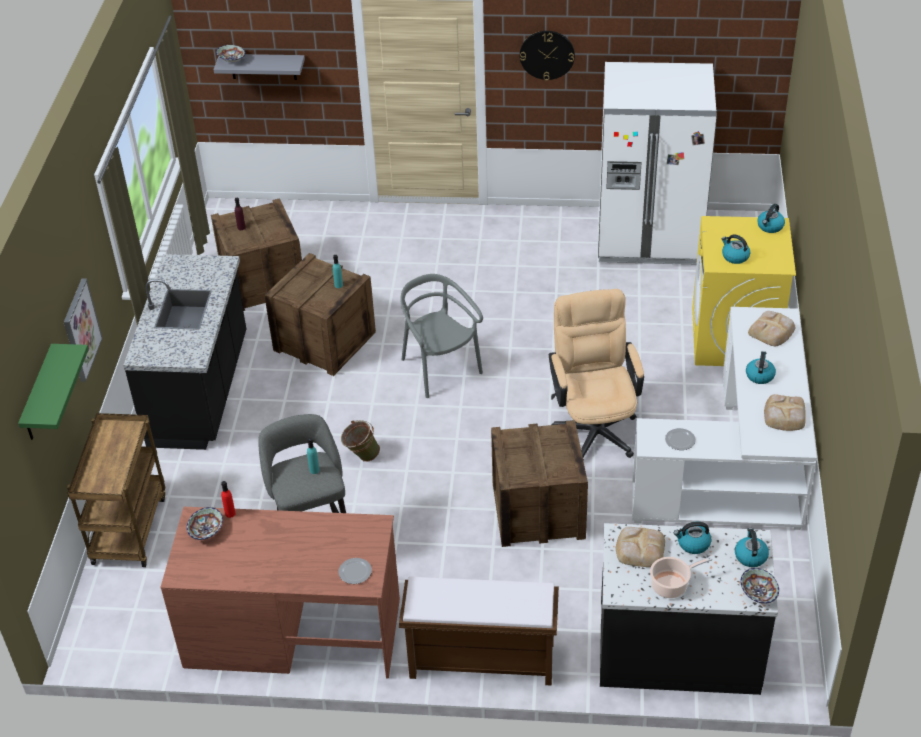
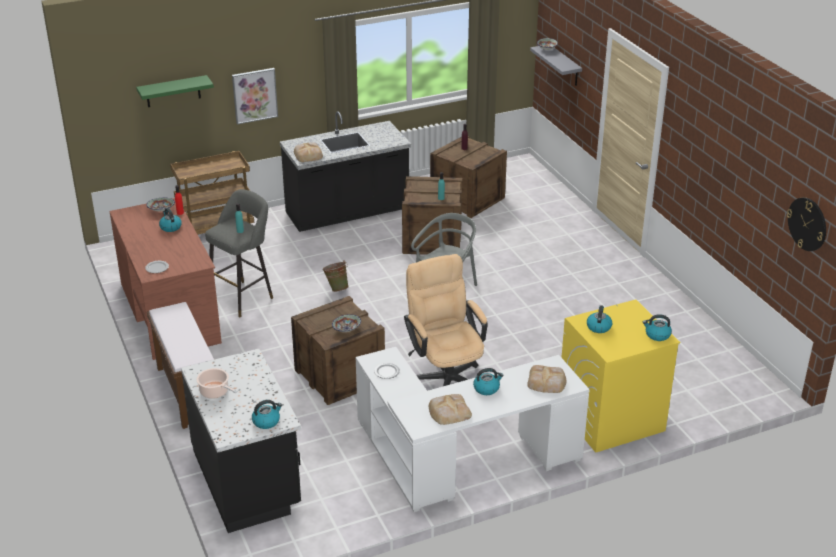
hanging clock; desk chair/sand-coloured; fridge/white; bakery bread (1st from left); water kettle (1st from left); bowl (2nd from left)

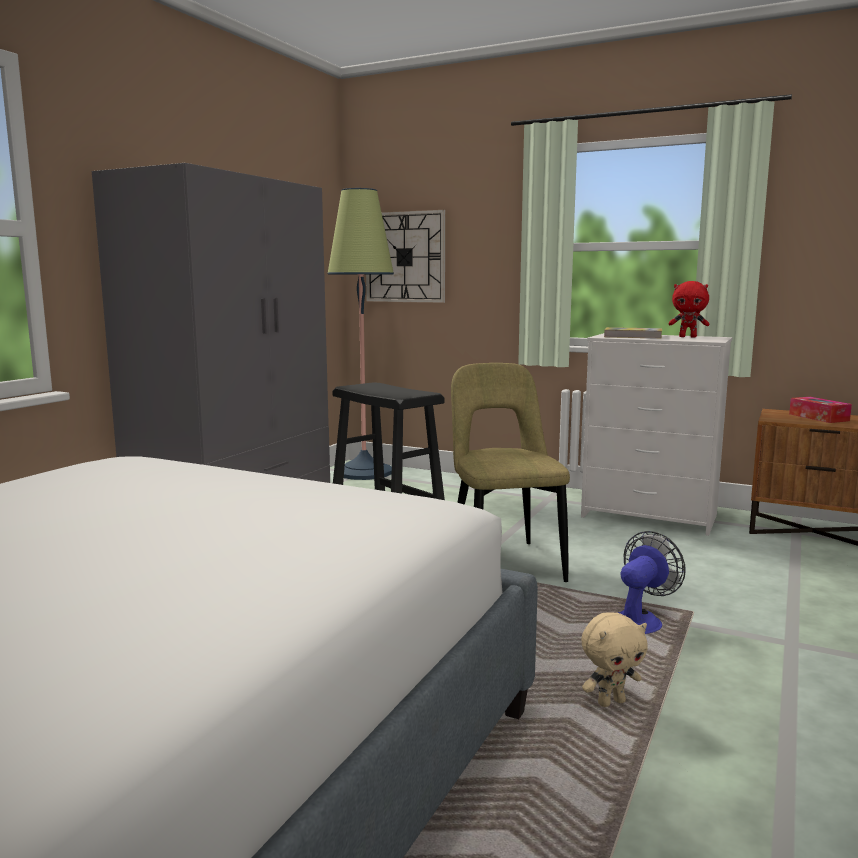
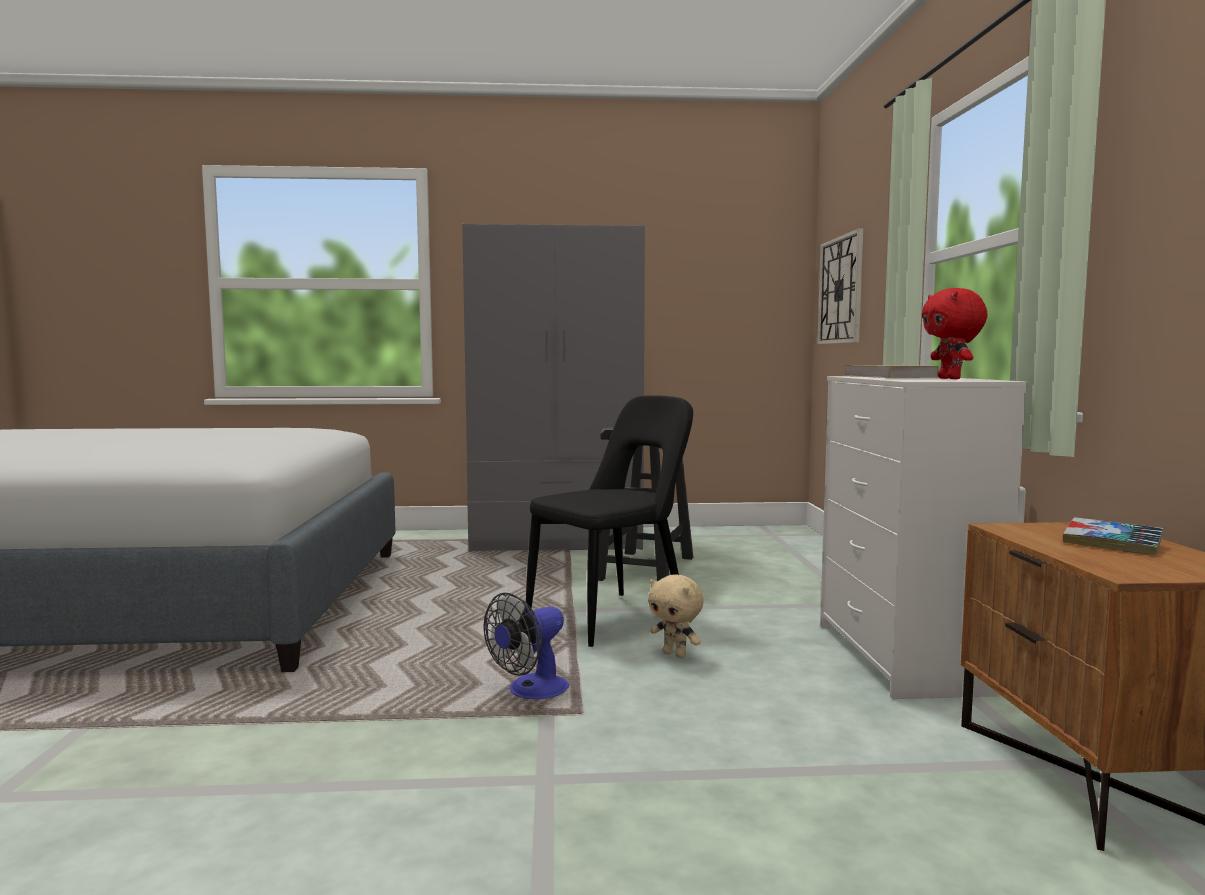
floor lamp; upright chair/blackish; cuddly toy/sand-coloured; cooling fan; bound book (2nd from left)

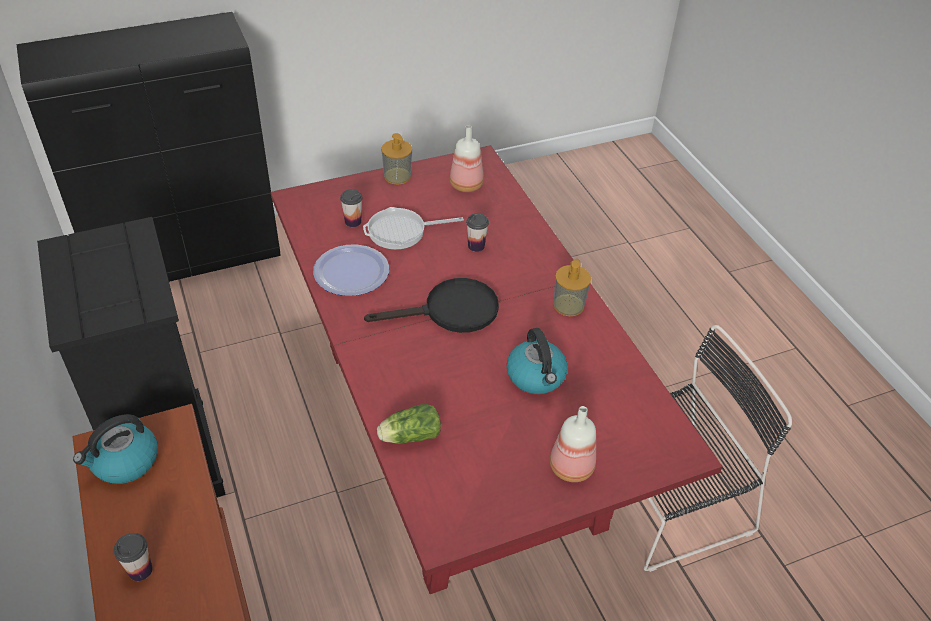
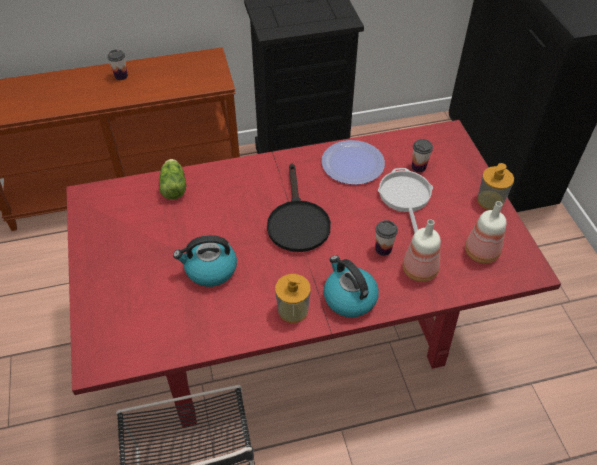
water kettle (2nd from left); bottle (1st from left)

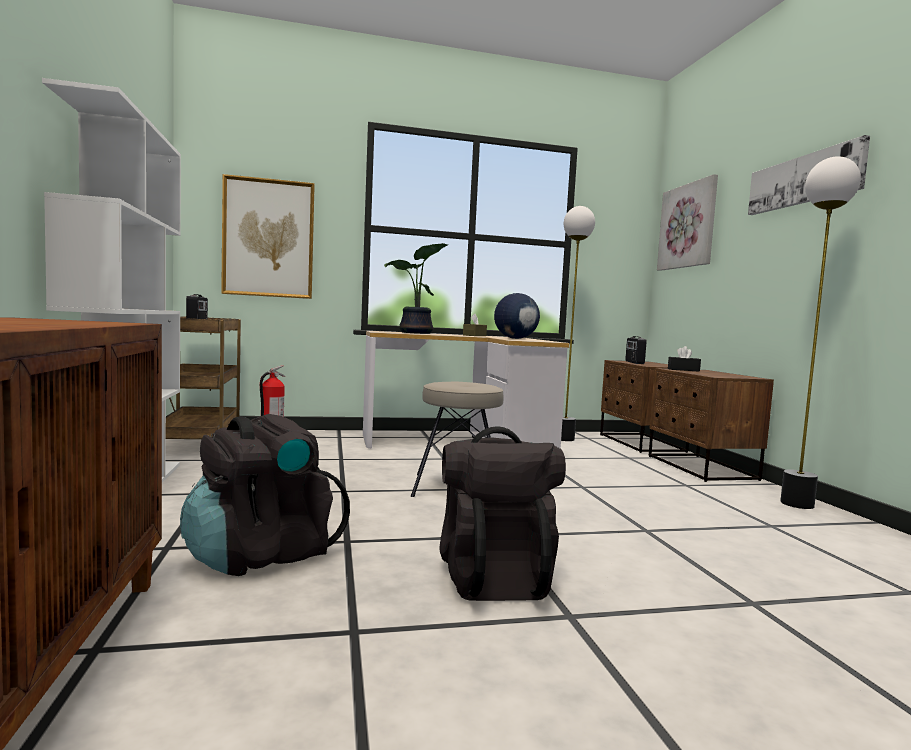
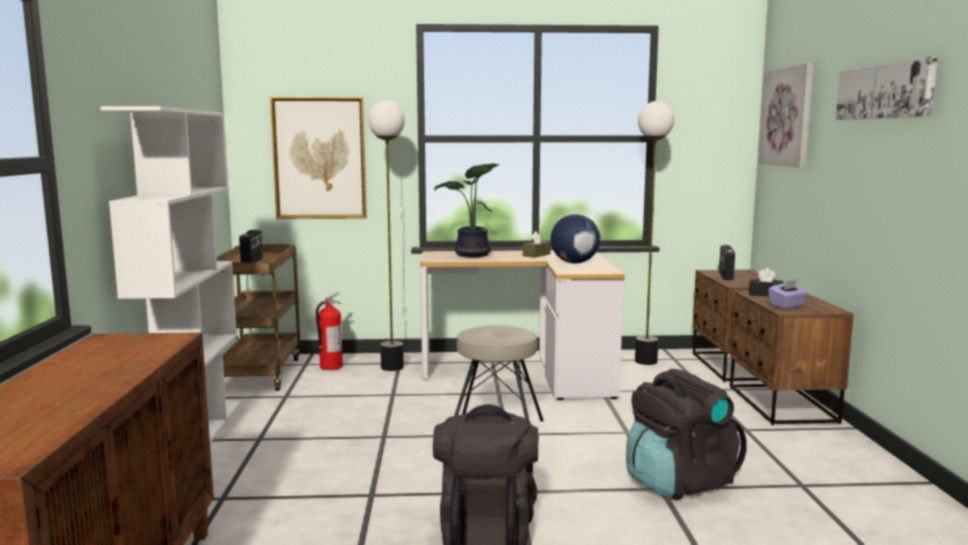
knapsack/blackish (2nd from left); floor lamp (1st from left); box of tissues/purple-coloured

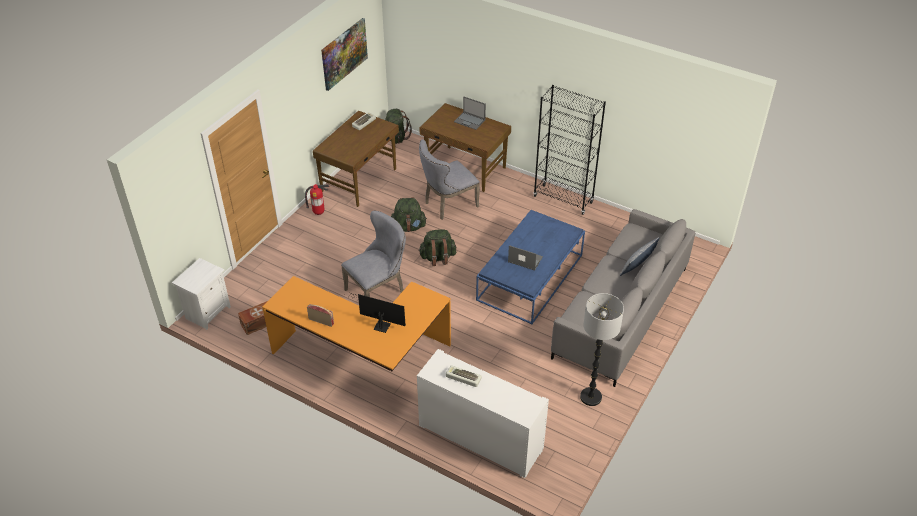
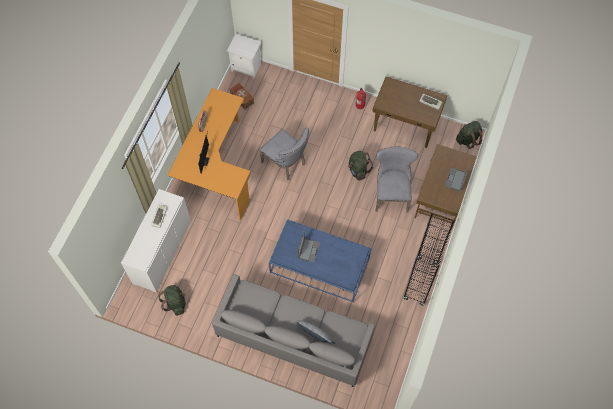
wall picture; knapsack/green-coloured (1st from left); upright chair/gray (2nd from left); floor lamp

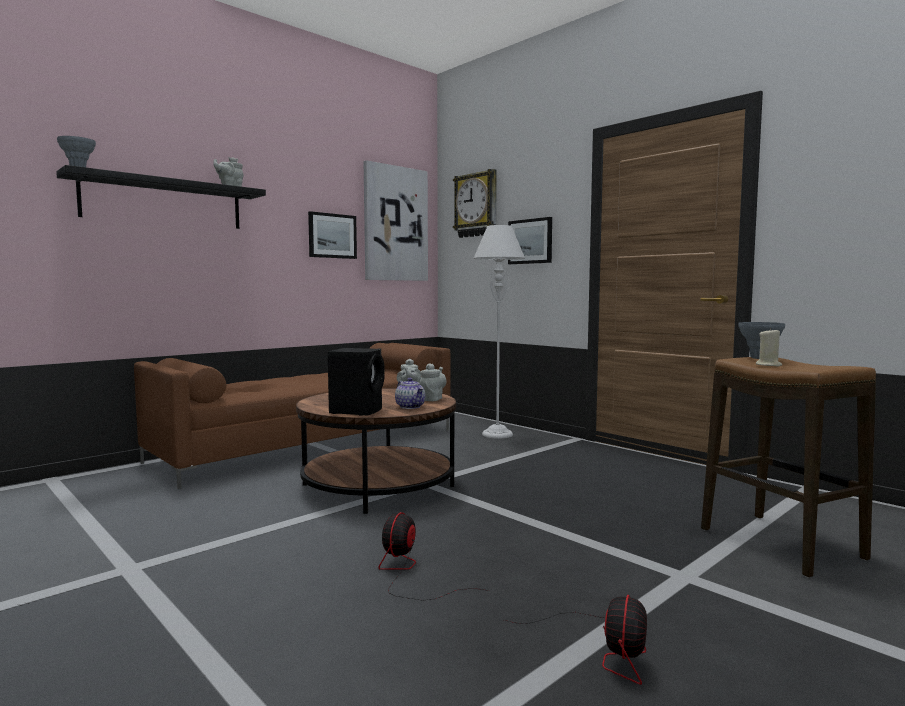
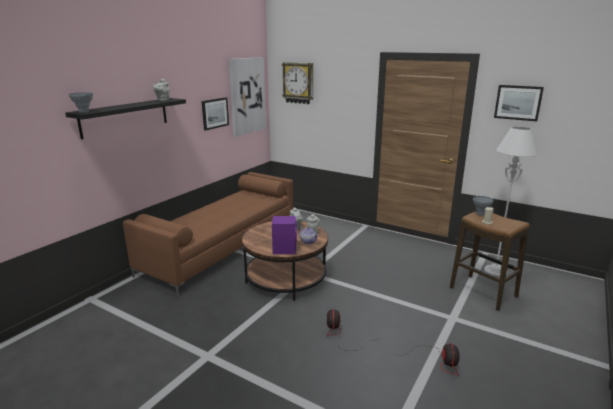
speaker/purple-coloured; floor lamp/gray; wall picture (3rd from left)

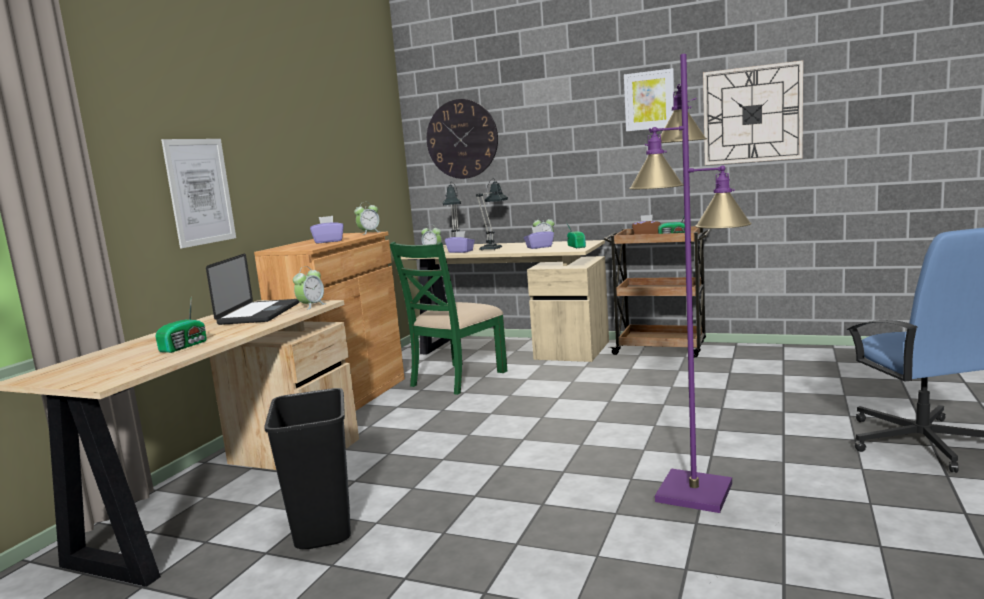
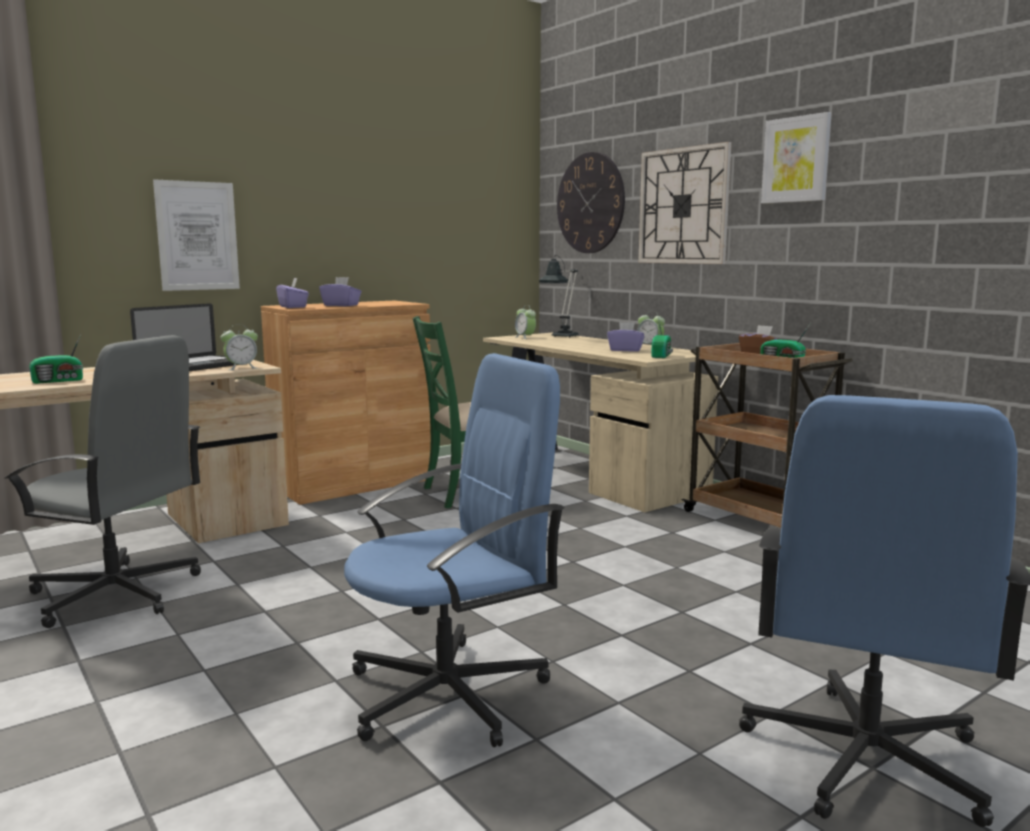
desk chair/gray; alarm clock (2nd from left in the first image); box of tissues/purple-coloured (1st from left); table lamp (2nd from left in the first image); desk chair/blue (1st from left); hanging clock (2nd from left)

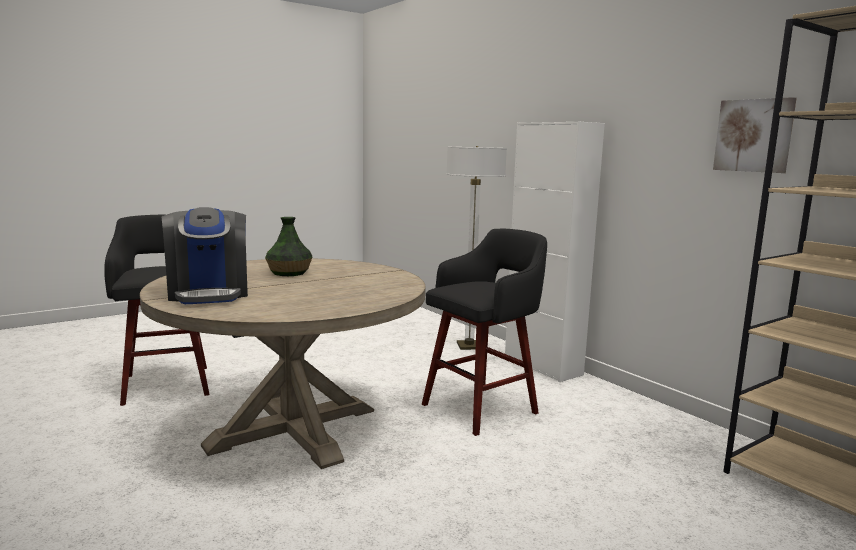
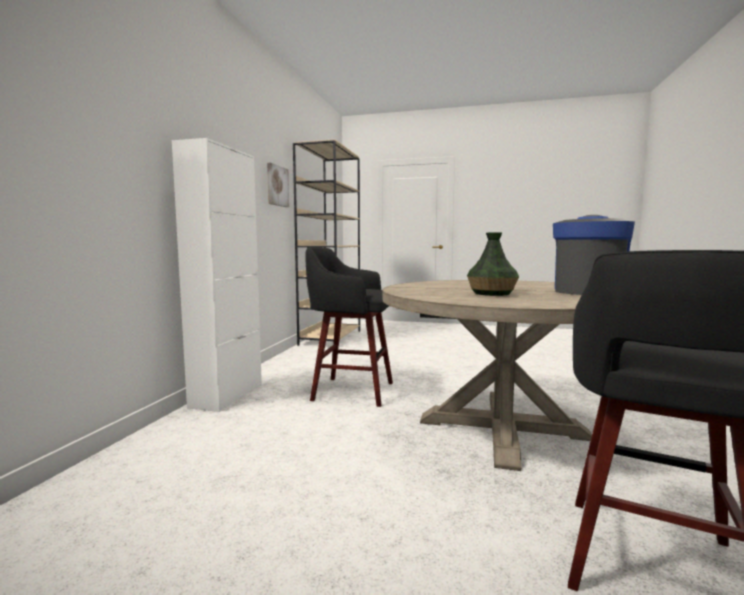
floor lamp

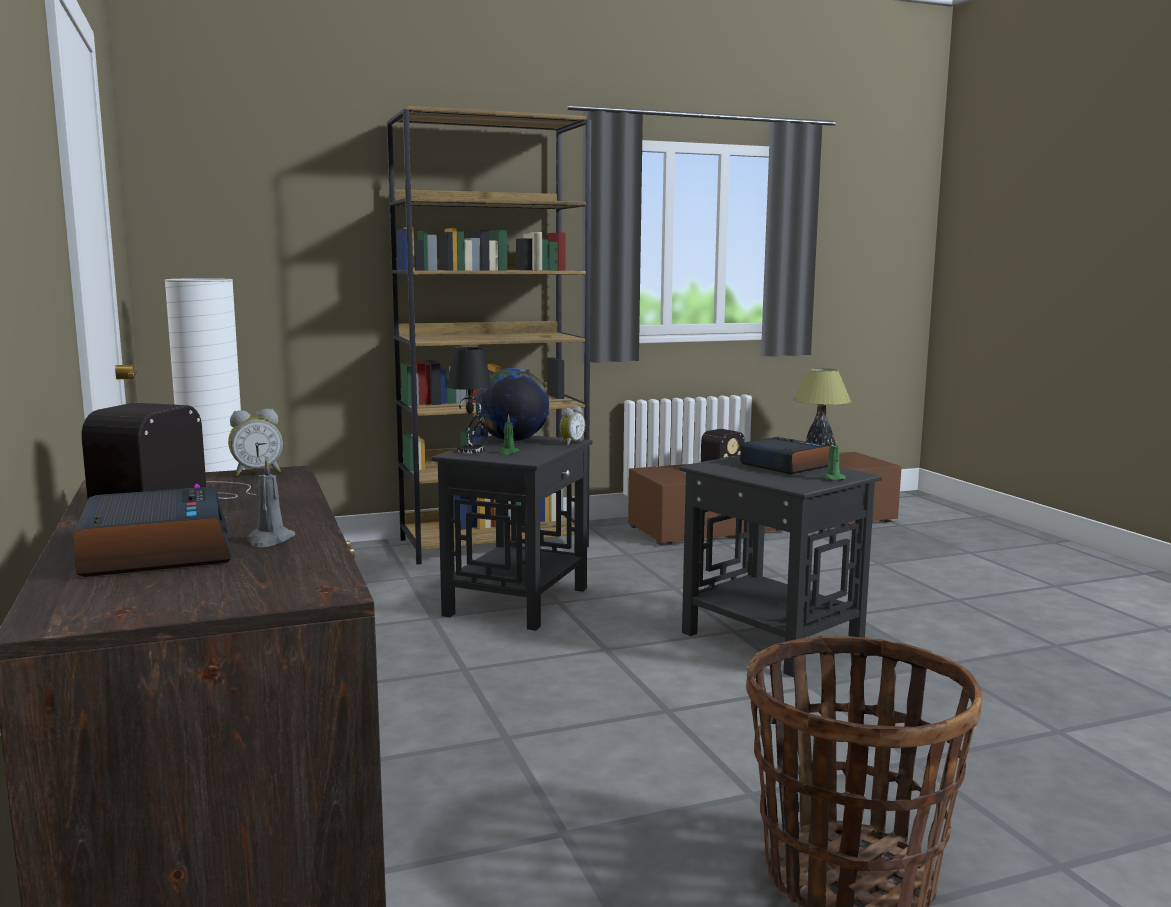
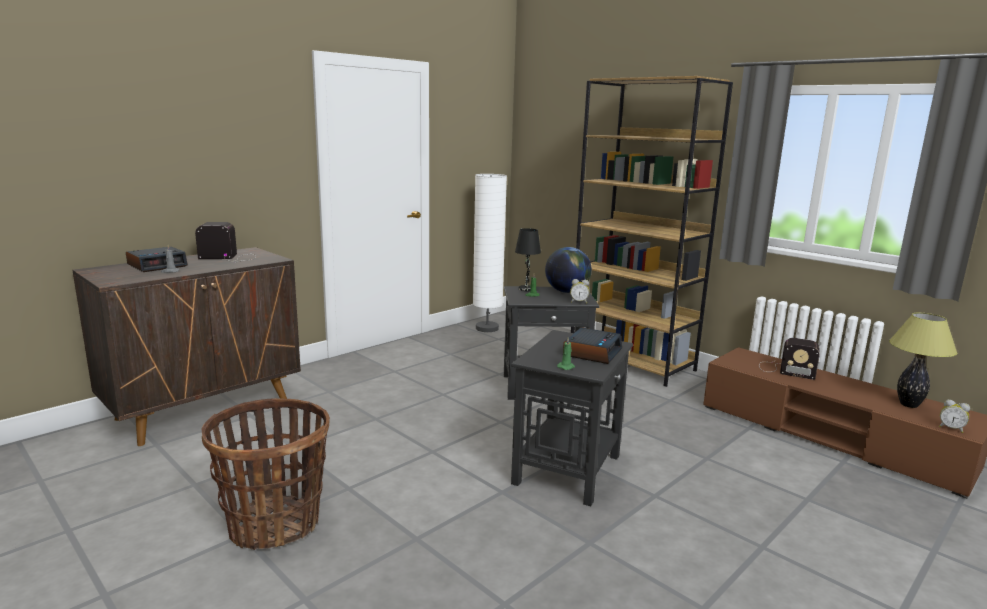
alarm clock (4th from left)

